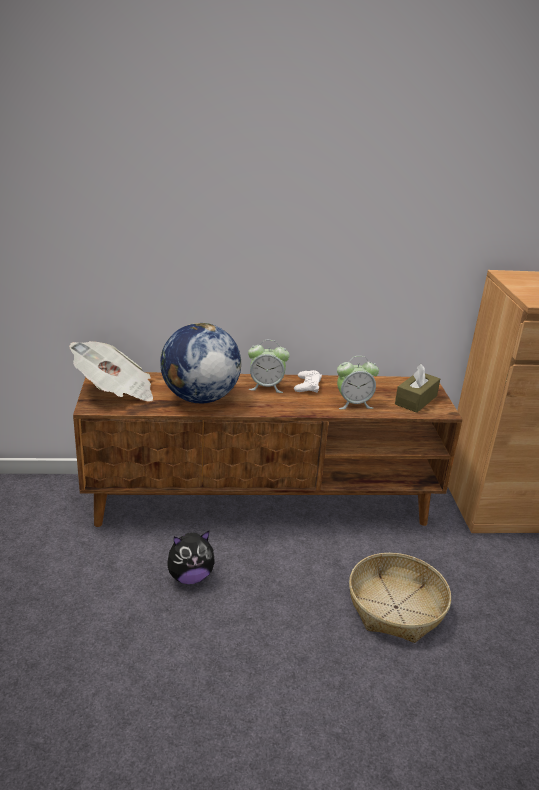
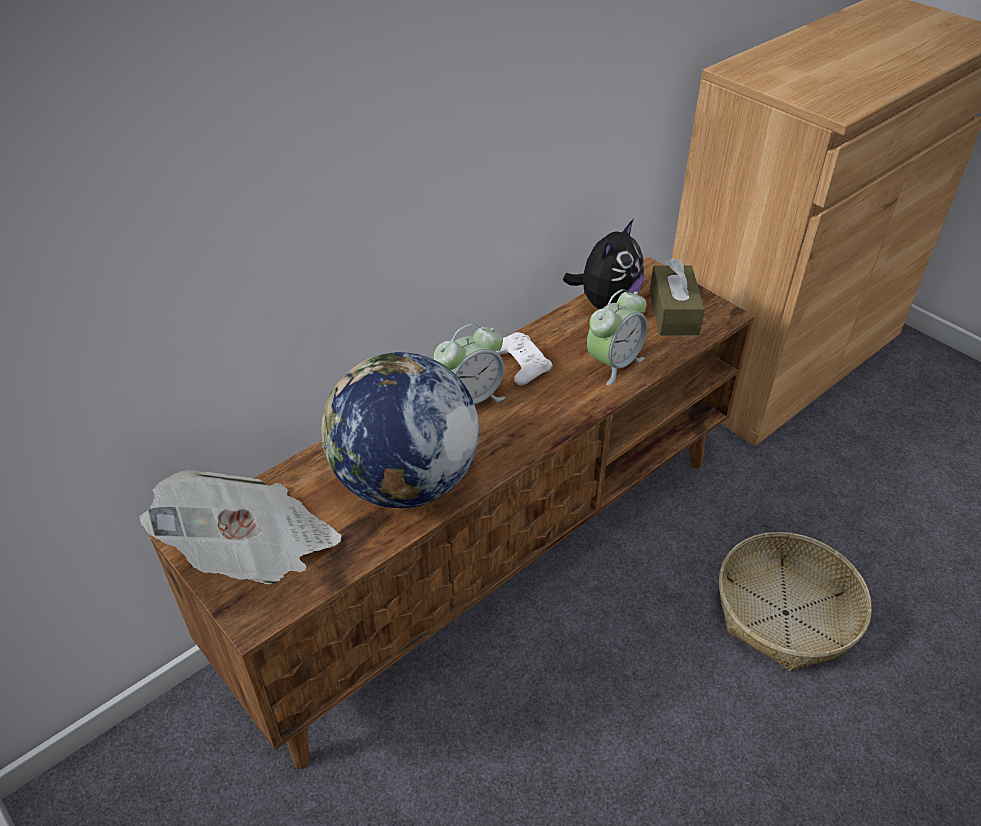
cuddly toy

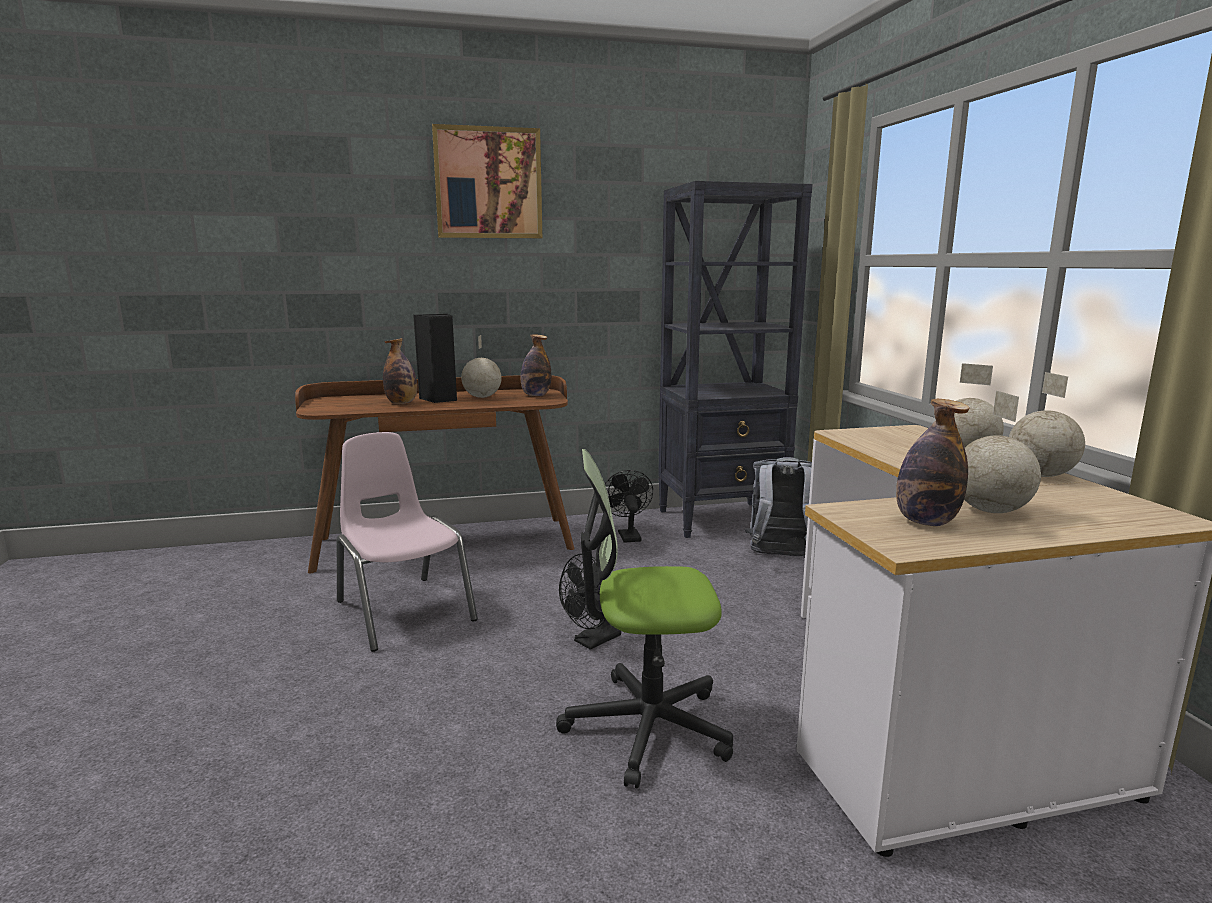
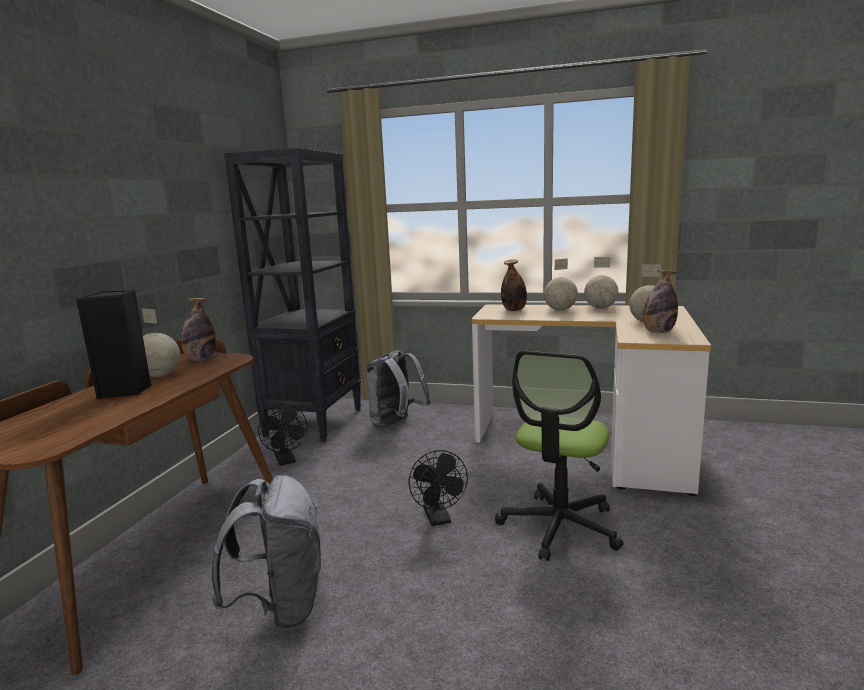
knapsack/gray (1st from left); bottle (2nd from left); wall picture; cooling fan/blackish (1st from left)

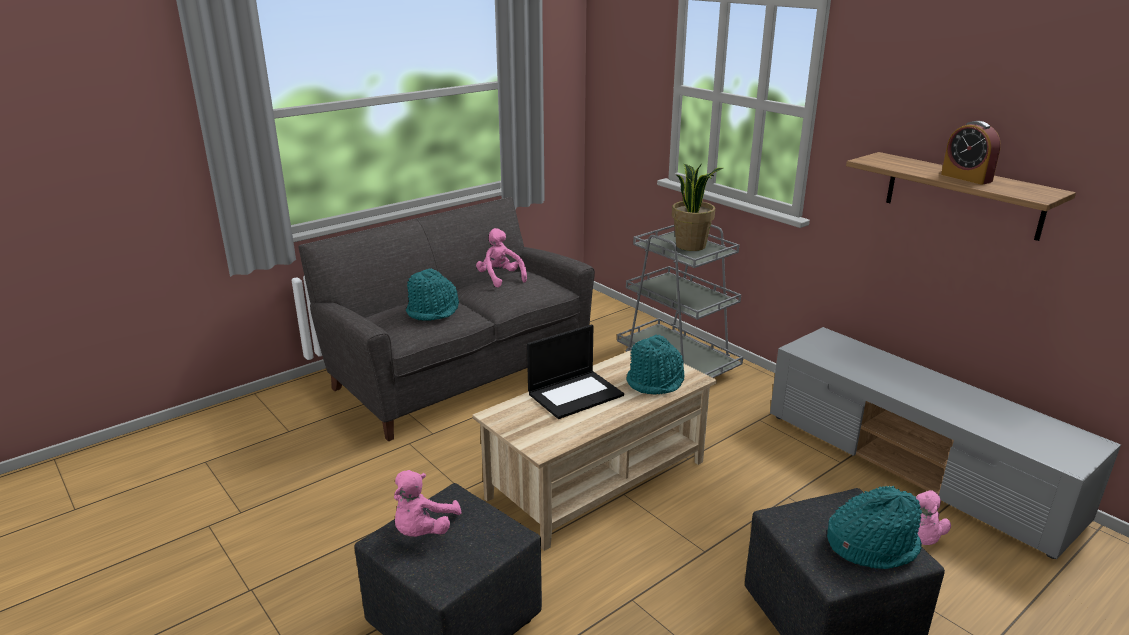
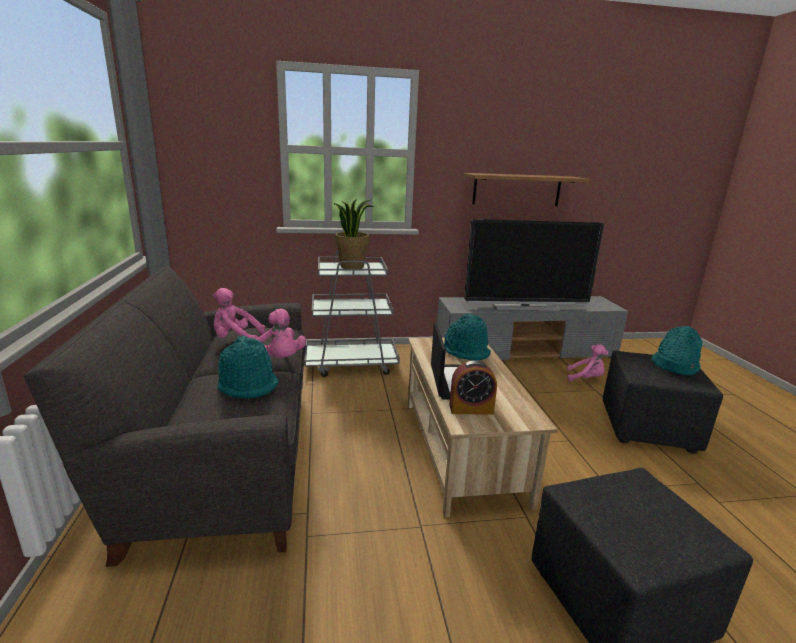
cuddly toy/pink (2nd from left); alarm clock; TV set

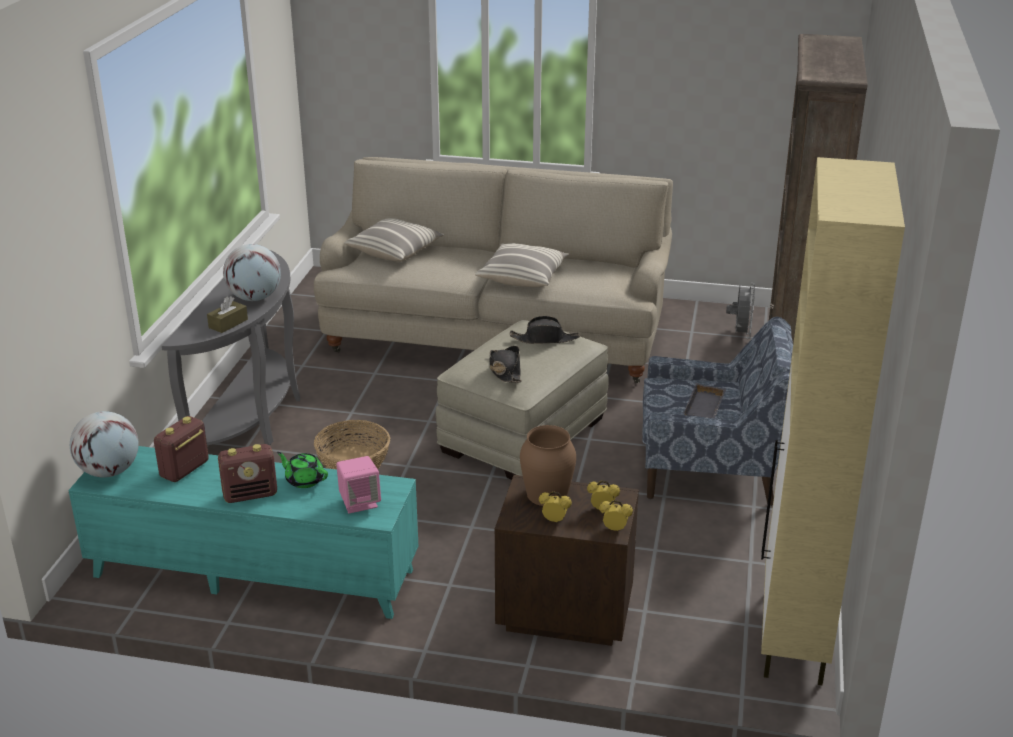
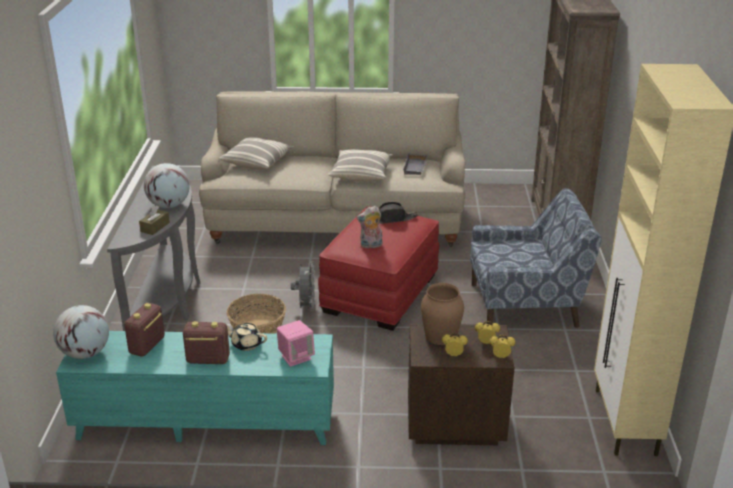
radio set (2nd from left); pot for tea/sand-coloured; footrest/reddish; cuddly toy; tray/gray; cooling fan/gray

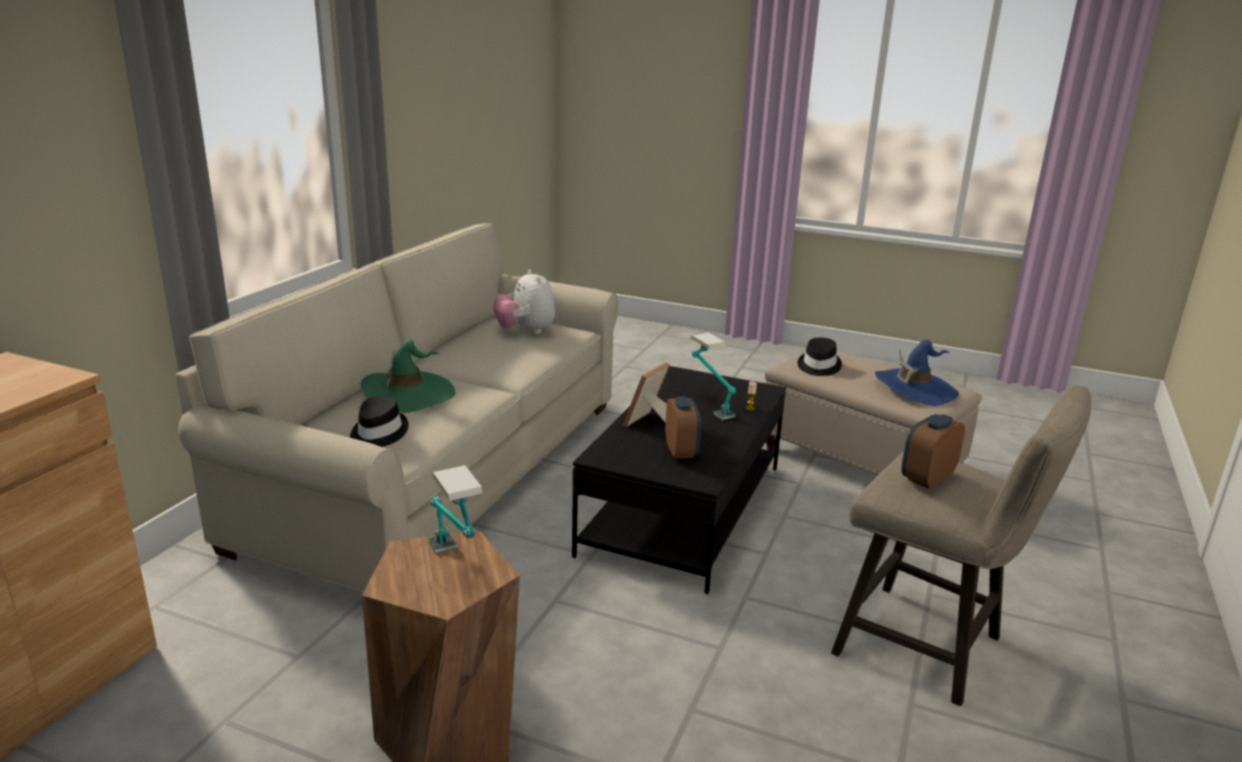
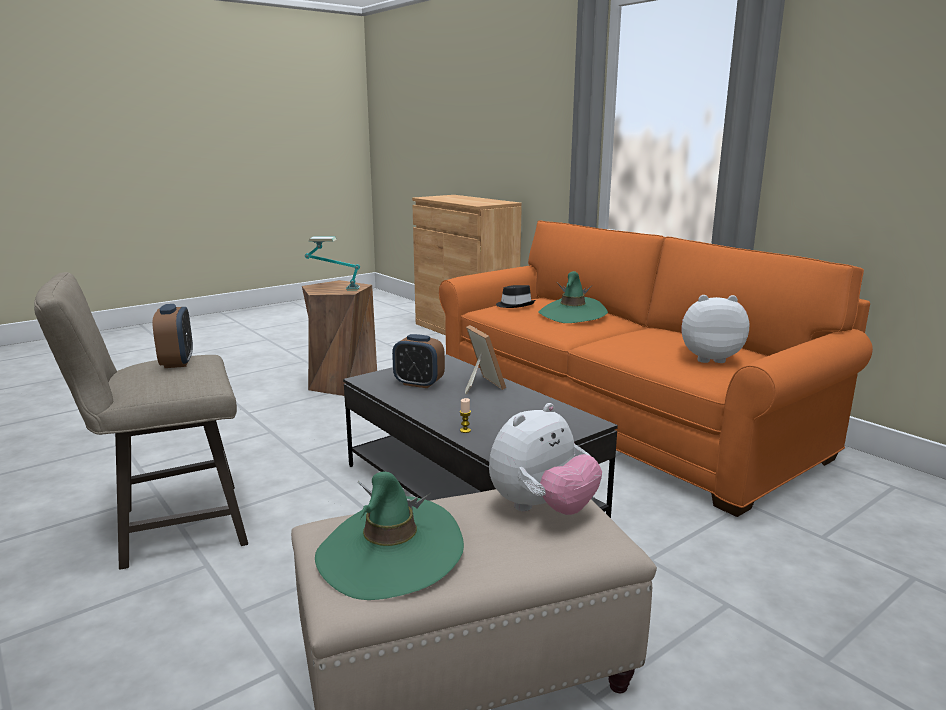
sofa/orange-coloured; table lamp (2nd from left in the first image); cuddly toy (1st from left); wearable hat/green-coloured (1st from left)

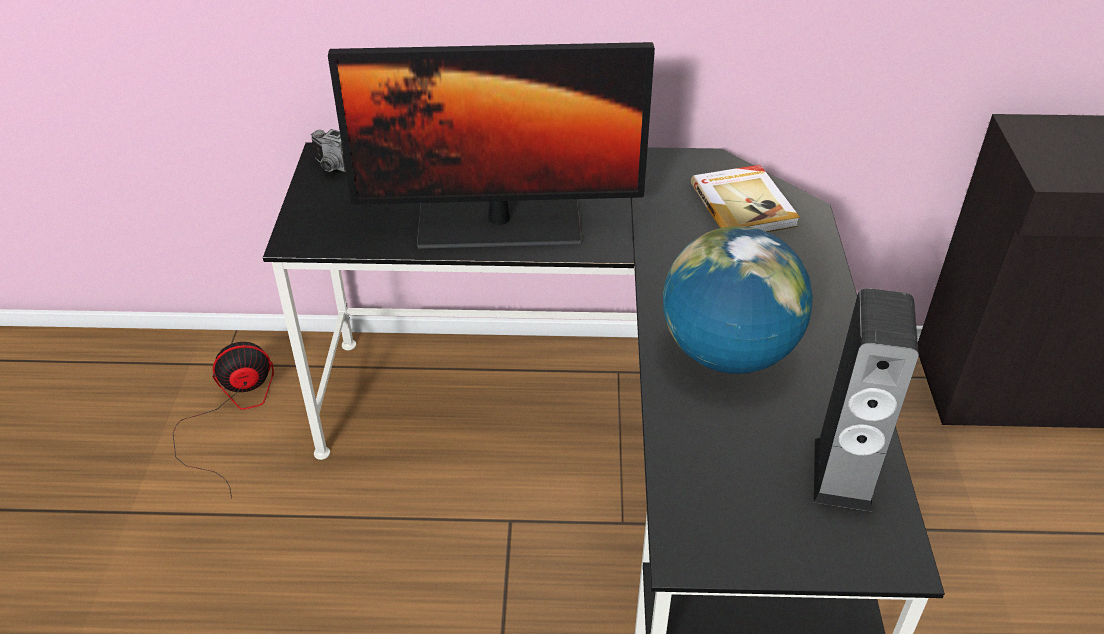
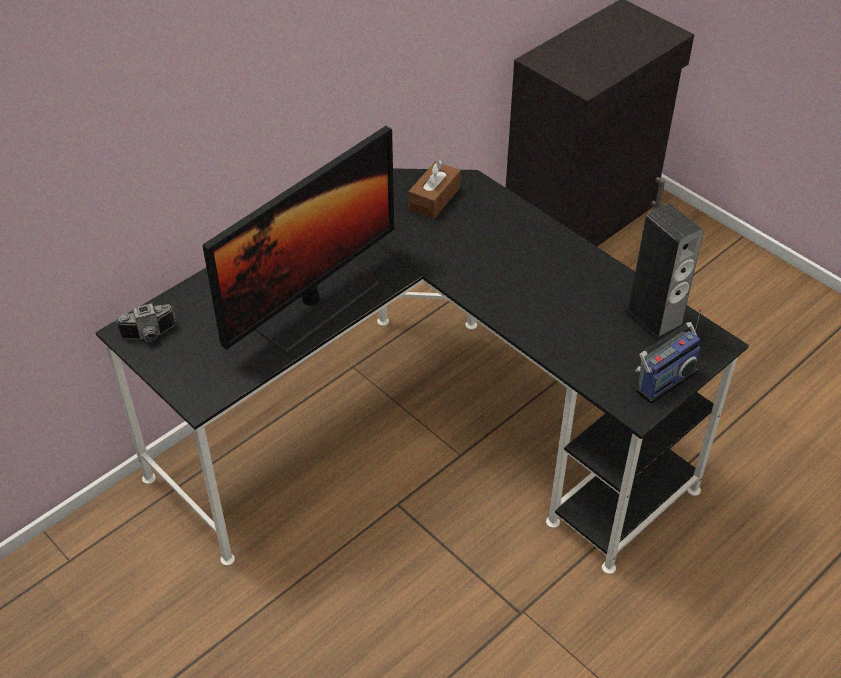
cooling fan; world globe; box of tissues/brown-coloured; radio set

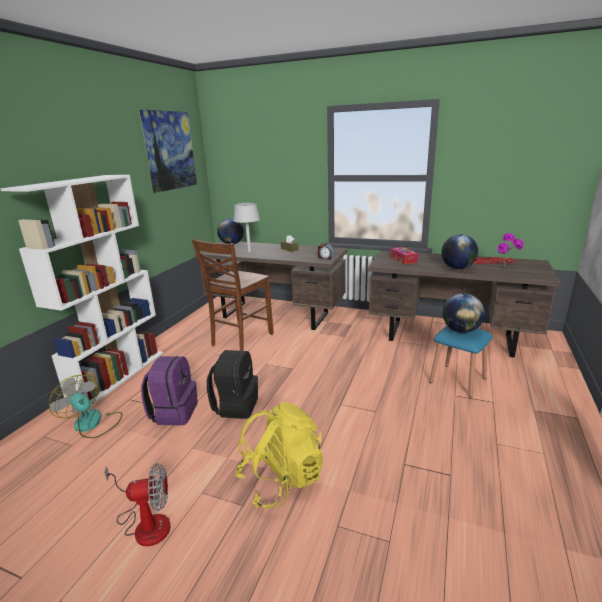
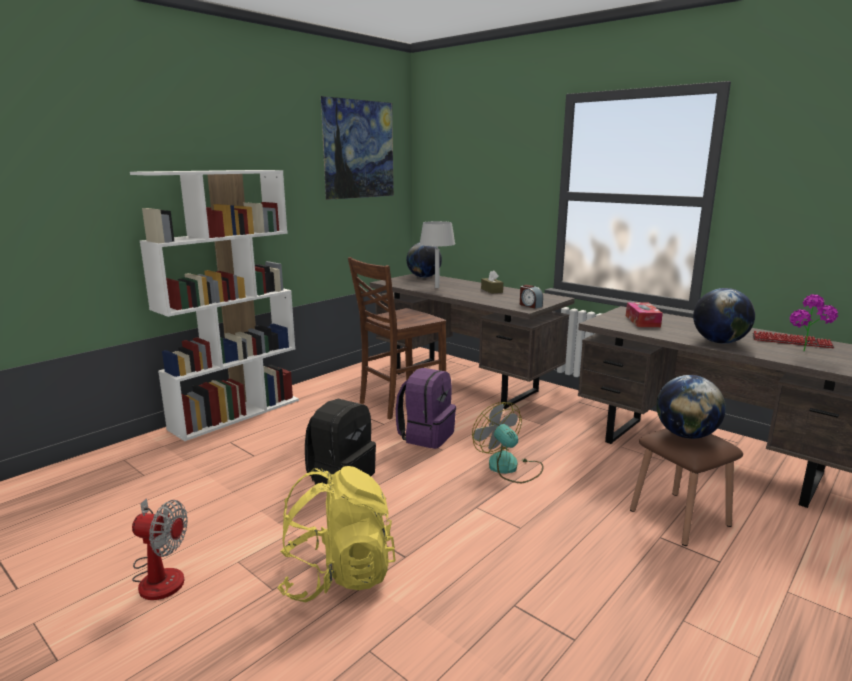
cooling fan (2nd from left); knapsack/purple-coloured; stool/brown-coloured

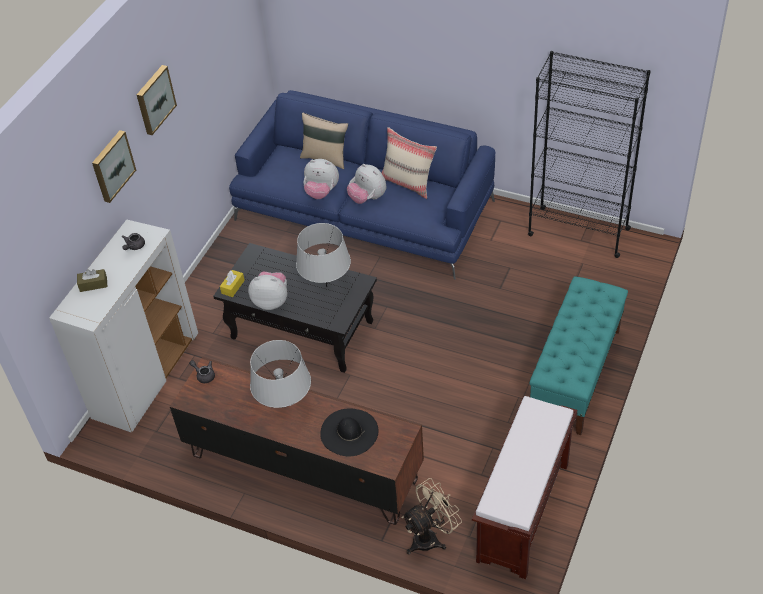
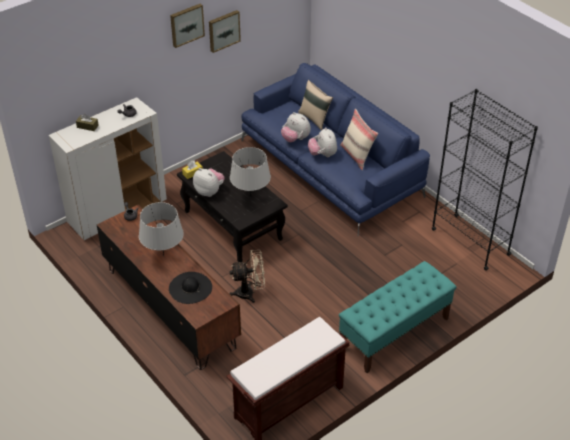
wall picture (2nd from left); cooling fan/sand-coloured

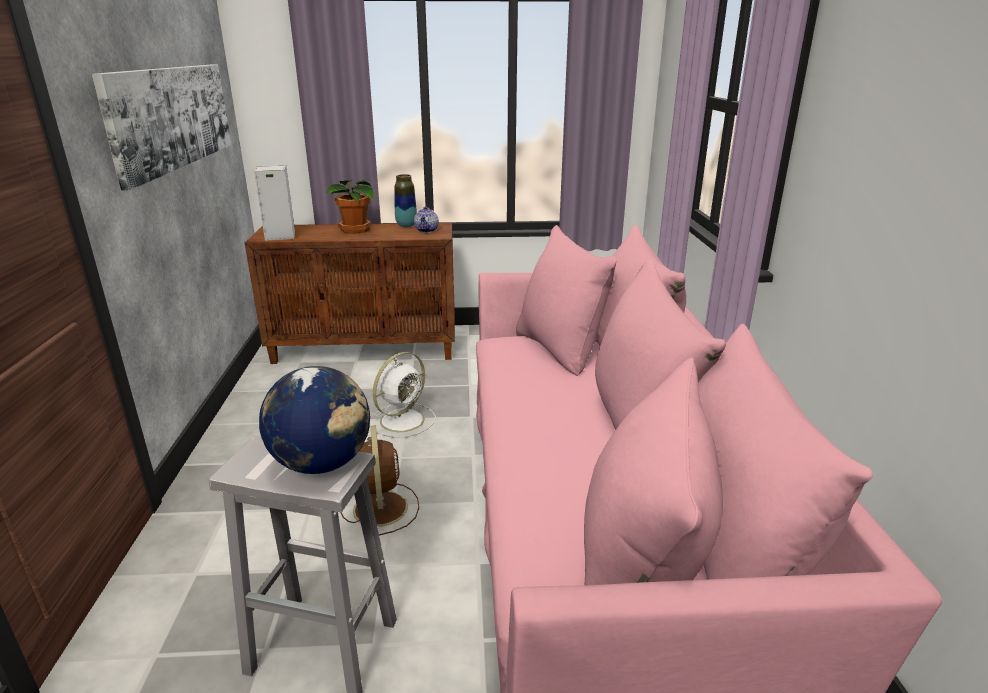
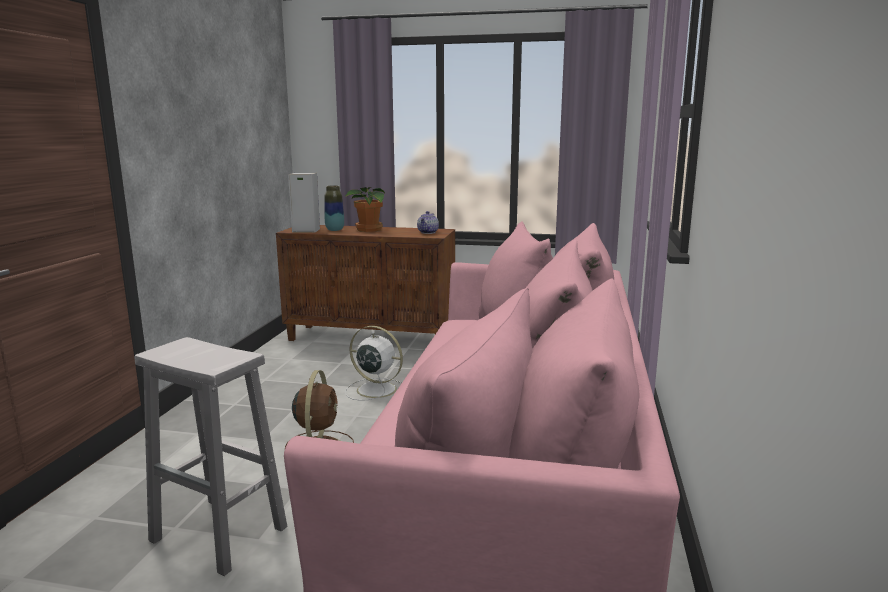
wall picture; world globe; cooling fan/white; vase

